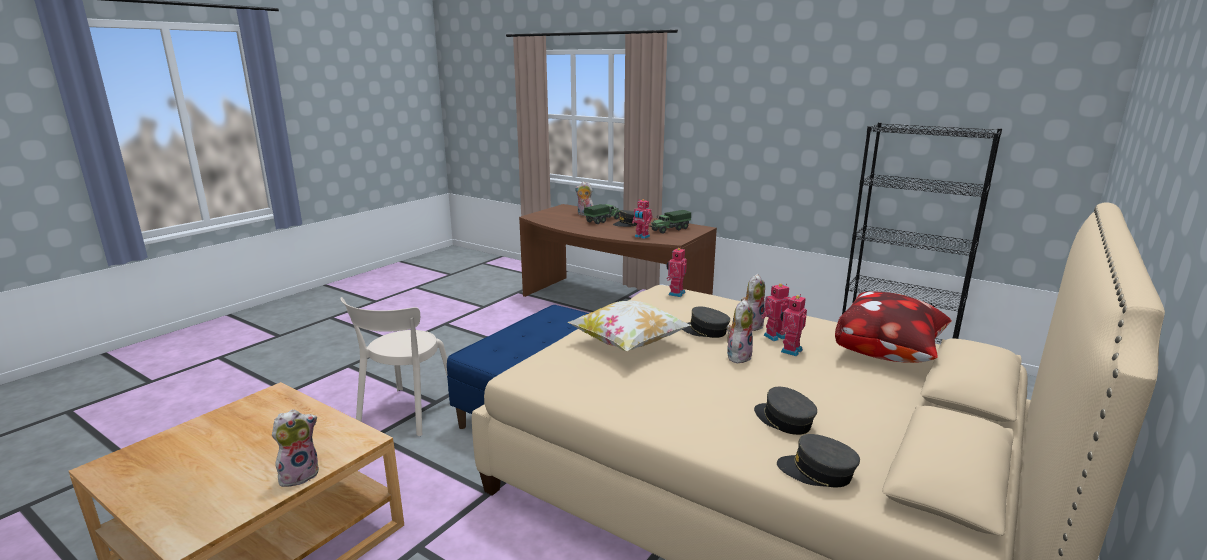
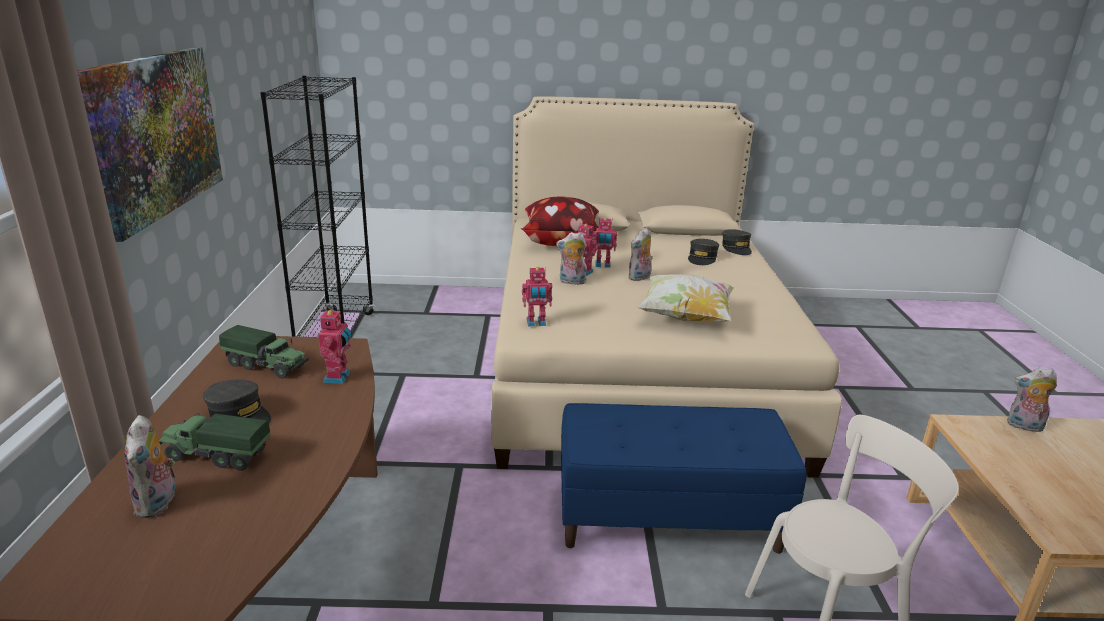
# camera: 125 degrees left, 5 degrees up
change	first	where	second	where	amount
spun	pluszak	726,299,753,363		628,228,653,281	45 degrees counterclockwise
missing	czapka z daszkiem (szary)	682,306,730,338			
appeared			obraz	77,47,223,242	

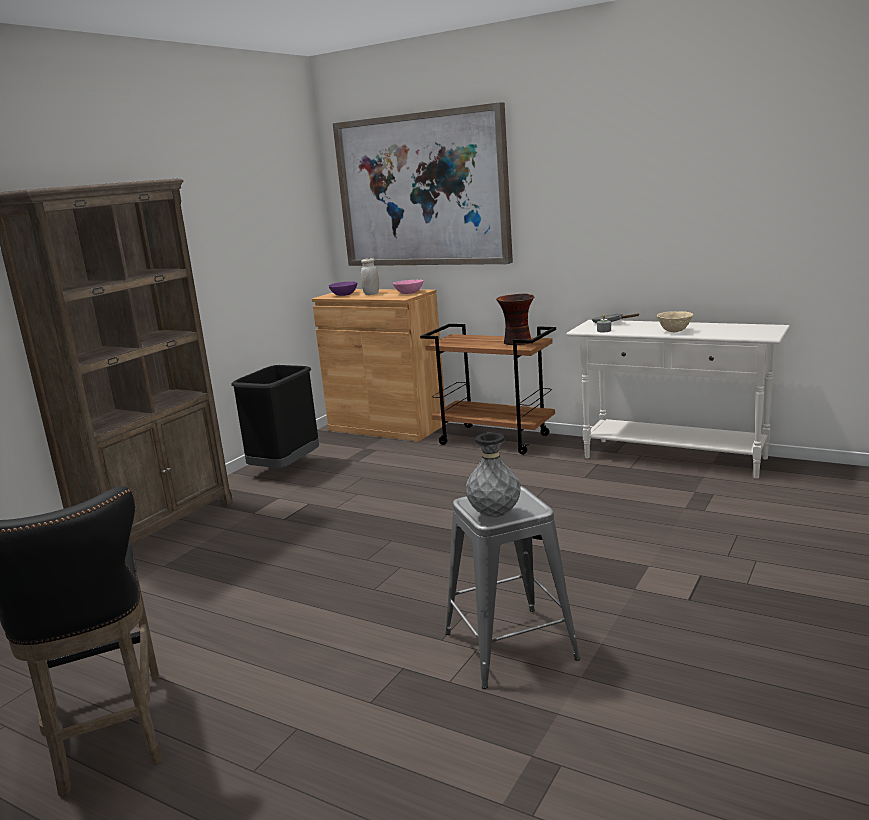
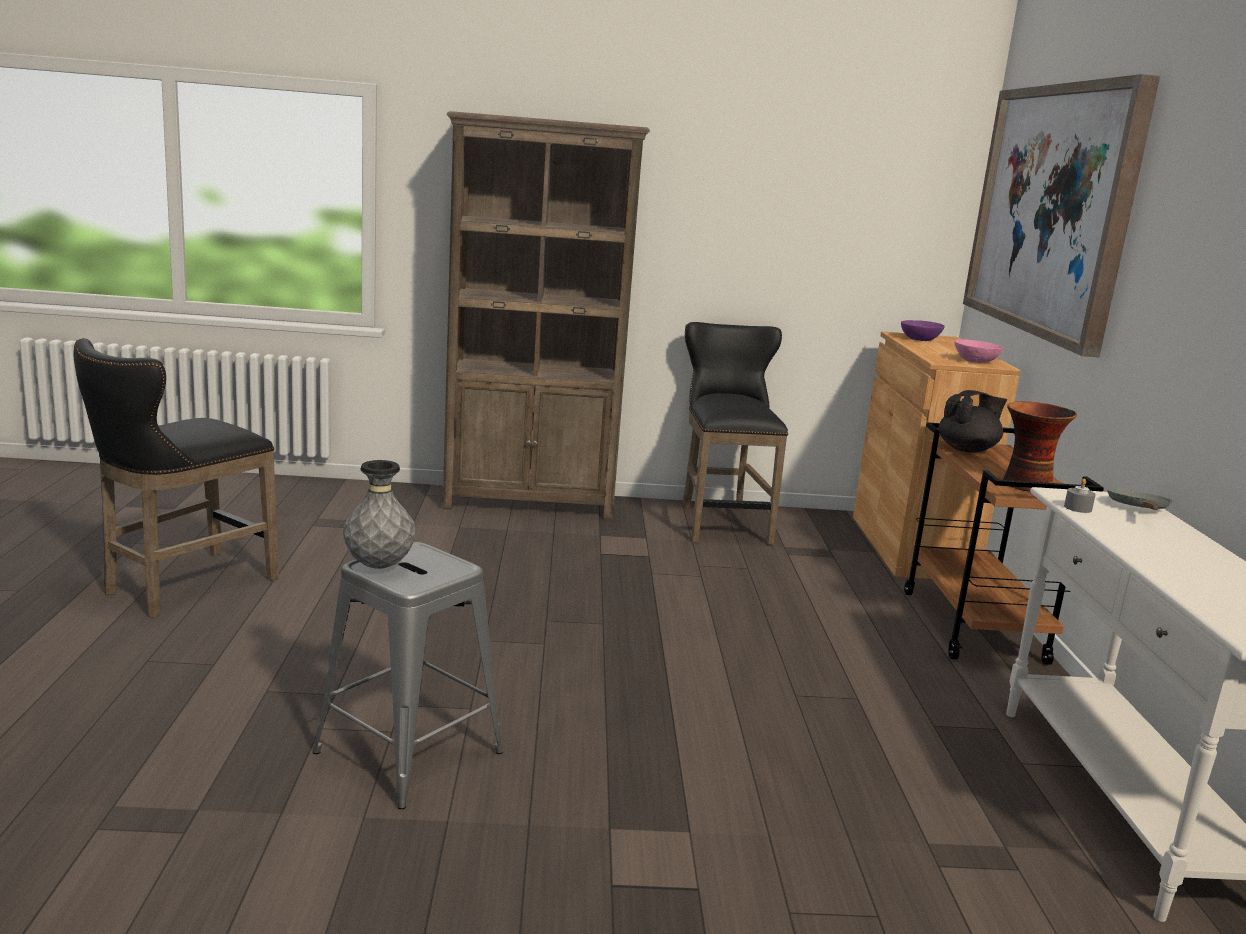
# camera: 55 degrees right, 0 degrees up
change	first	where	second	where	amount
missing	słoik (biały)	361,258,379,295			
missing	miska (beżowy)	657,311,694,332			
exchanged	kosz na śmieci (czarny)	231,365,319,468	stołek (czarny)	682,322,788,545	
appeared			imbryk (czarny)	938,390,1007,453	

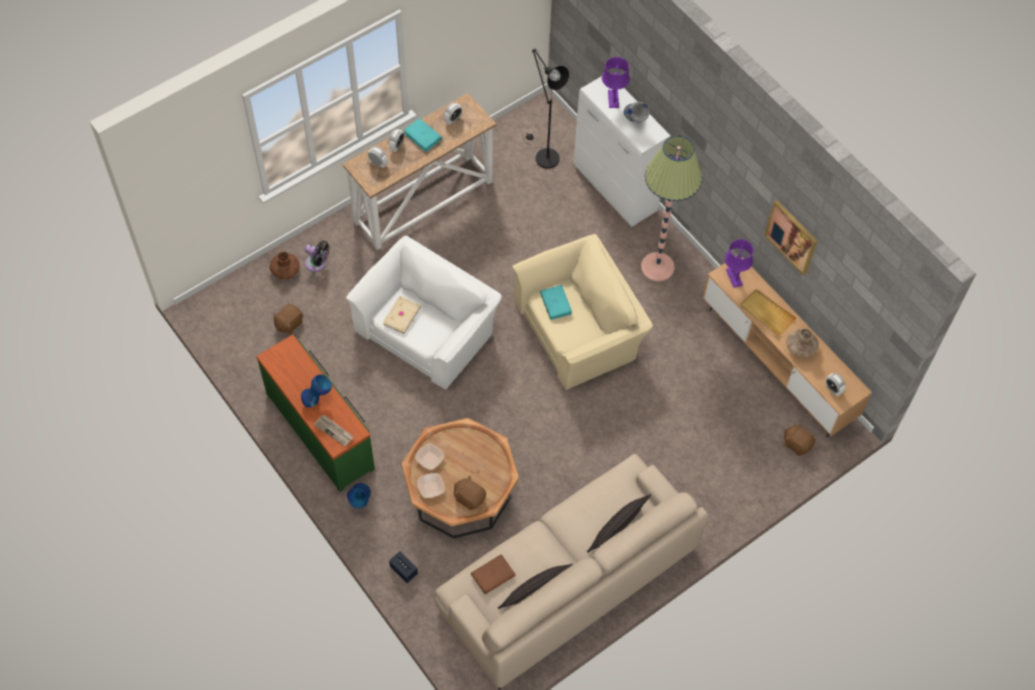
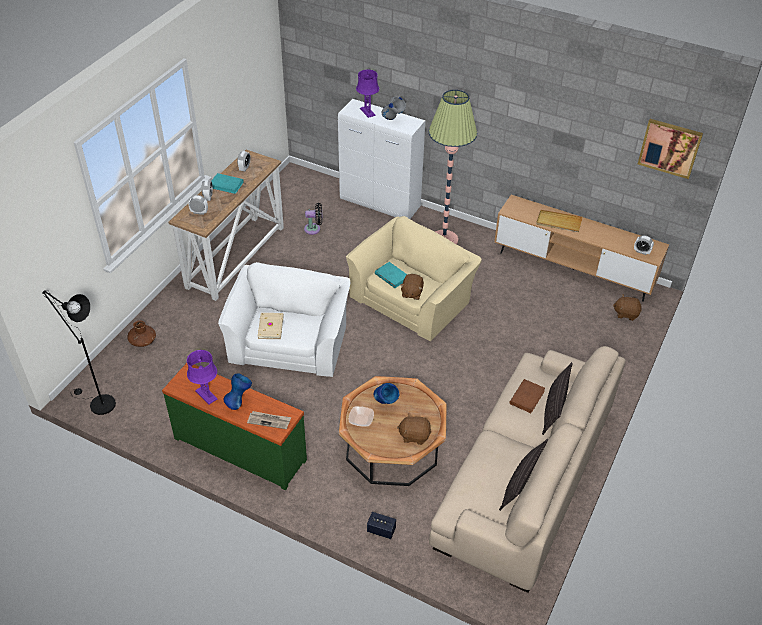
# camera: 25 degrees left, 15 degrees down
change	first	where	second	where	amount
relocated	lampa stojąca (czarny)	523,49,569,168		42,290,116,415	
relocated	obraz	764,200,817,276		638,119,703,179	
relocated	lampa stołowa (fioletowy)	725,239,754,288		187,350,218,404	
relocated	wentylator (czarny)	305,241,329,272		304,203,322,235	
relocated	pluszak (brązowy)	273,304,303,334		400,274,424,300	
missing	wazon (brązowy)	786,328,819,358			
missing	miska	417,473,445,498			
relocated	wazon (niebieski)	347,483,371,509		374,383,399,404	
relocated	książka (brązowy)	471,554,516,594		510,379,545,413	

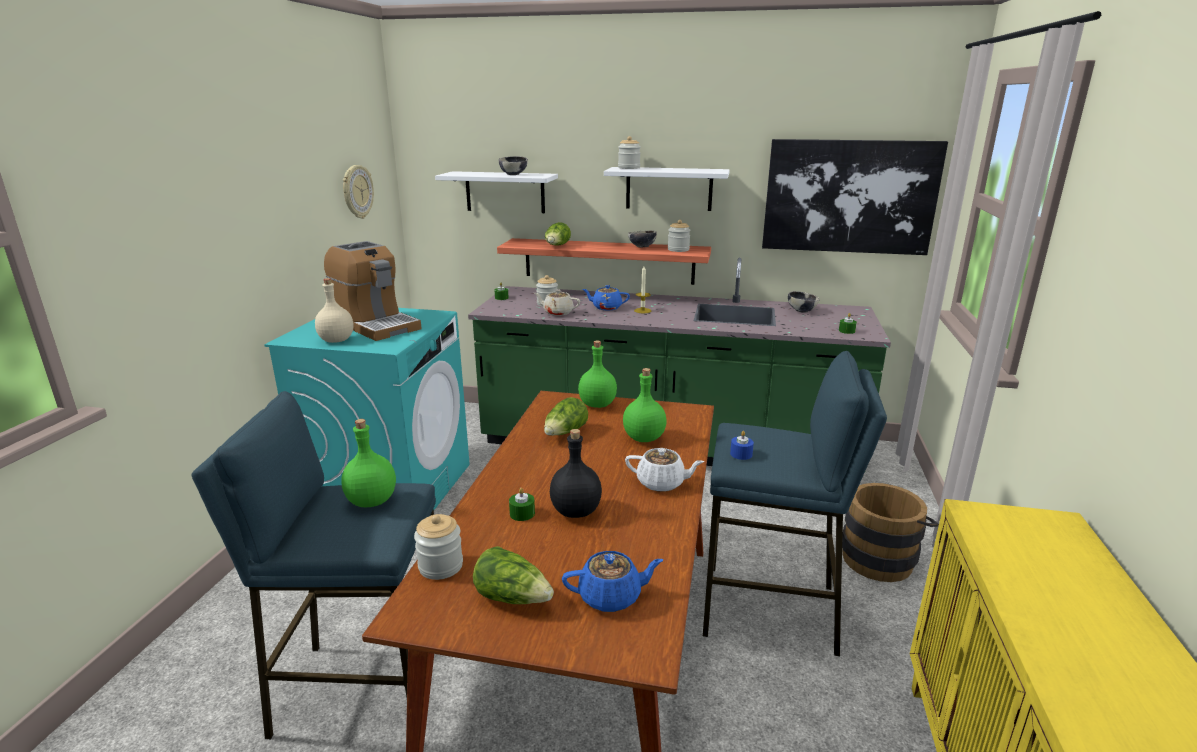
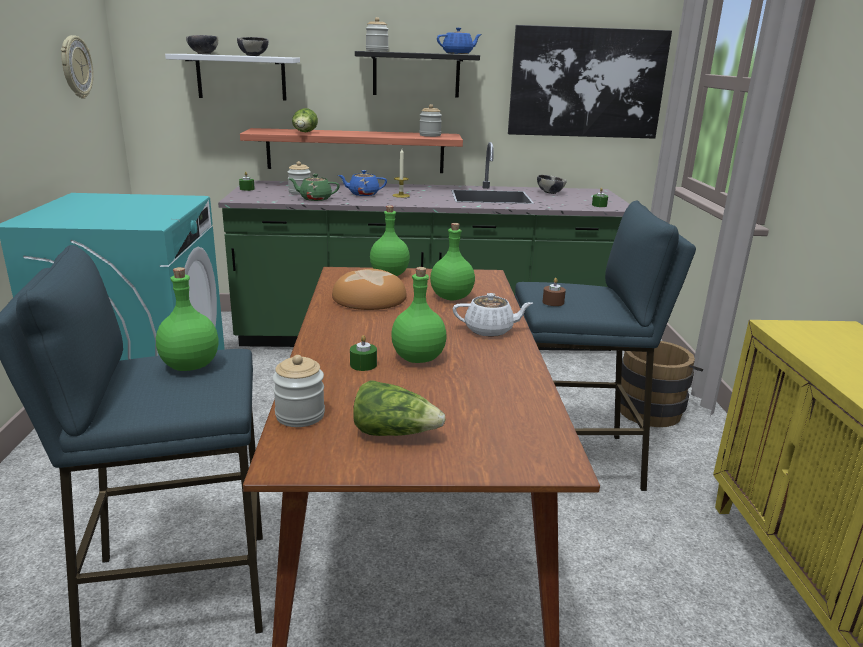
# camera: 15 degrees left, 0 degrees up
change	first	where	second	where	amount
colour	półka (biały)	604,167,729,211	półka (czarny)	355,51,480,98	
relocated	miska	628,230,657,248		186,35,218,54	
missing	ekspres do kawy	324,241,422,341			
missing	butelka (beżowy)	315,278,354,343			
colour	imbryk (beżowy)	534,289,580,316	imbryk (zielony)	288,174,340,201	
exchanged	sałata	544,397,588,436	chleb	332,269,407,310	
colour	butelka (czarny)	550,429,602,518	butelka (zielony)	391,267,447,363	
colour	świeca (niebieski)	730,431,754,460	świeca (brązowy)	543,278,566,306	
relocated	imbryk (niebieski)	562,551,663,612		437,28,482,54	

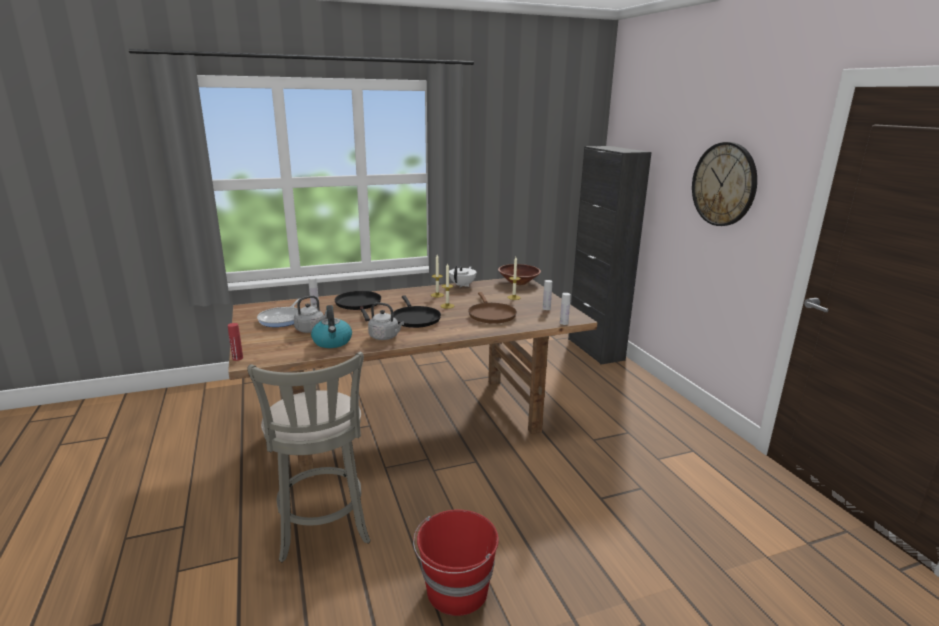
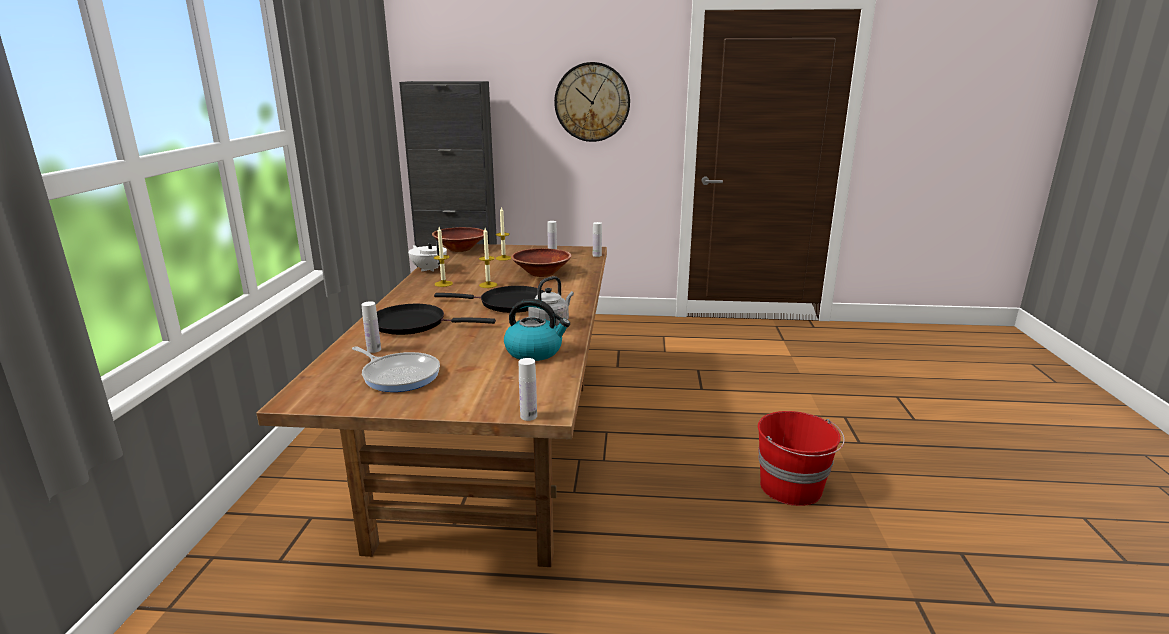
# camera: 65 degrees left, 0 degrees up
change	first	where	second	where	amount
exchanged	patelnia (brązowy)	468,292,517,324	miska (brązowy)	511,248,571,277	
missing	czajnik (szary)	294,295,327,333			
colour	butelka (czerwony)	228,323,243,361	butelka (biały)	519,358,537,421	
missing	stołek (szary)	247,352,371,562			

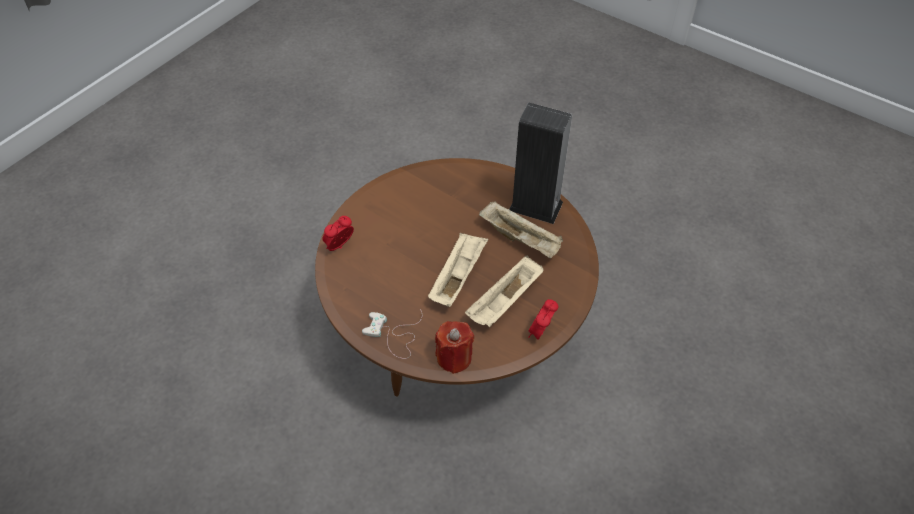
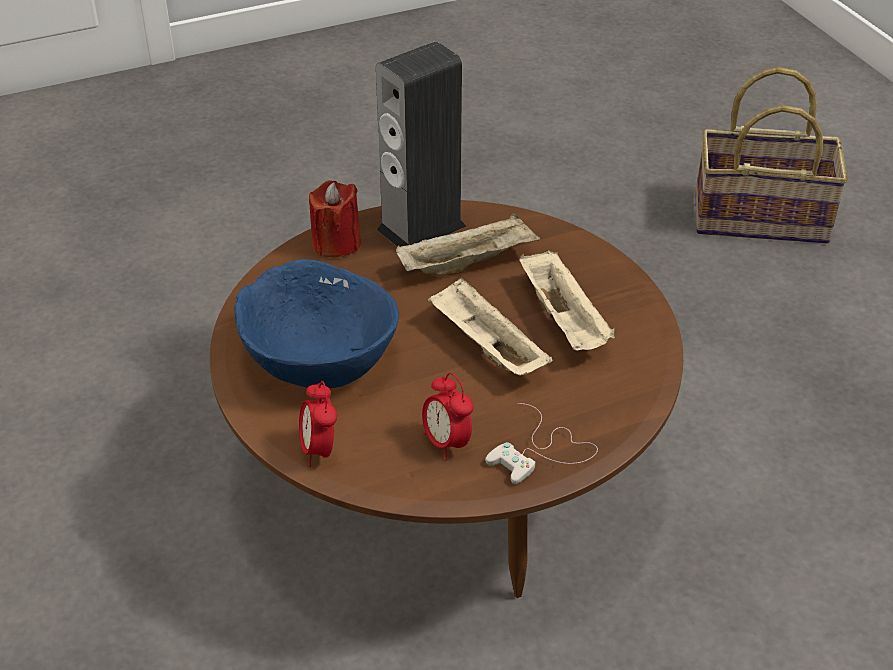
# camera: 60 degrees left, 10 degrees down
change	first	where	second	where	amount
relocated	budzik	528,299,558,340		422,373,474,460	
relocated	świeca (czerwony)	435,321,474,374		309,180,361,257	
appeared			koszyk	695,67,848,244	
appeared			miska (niebieski)	235,259,399,389	

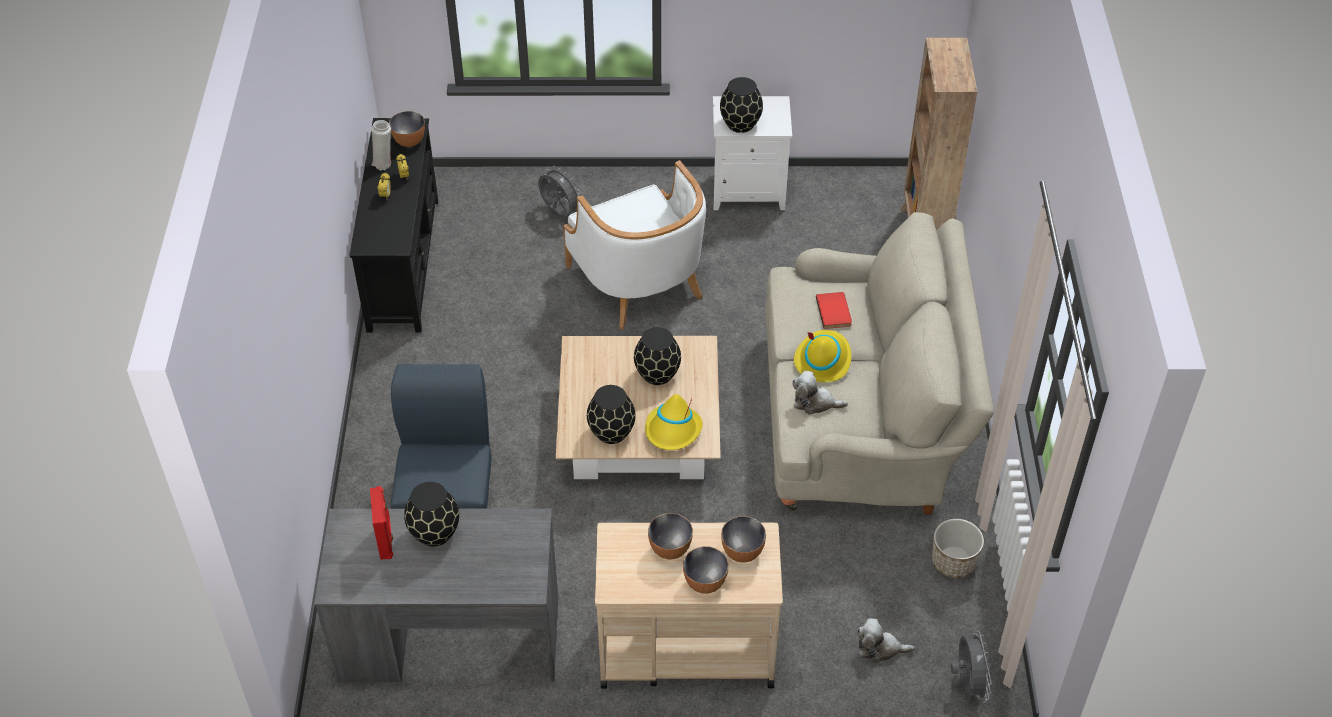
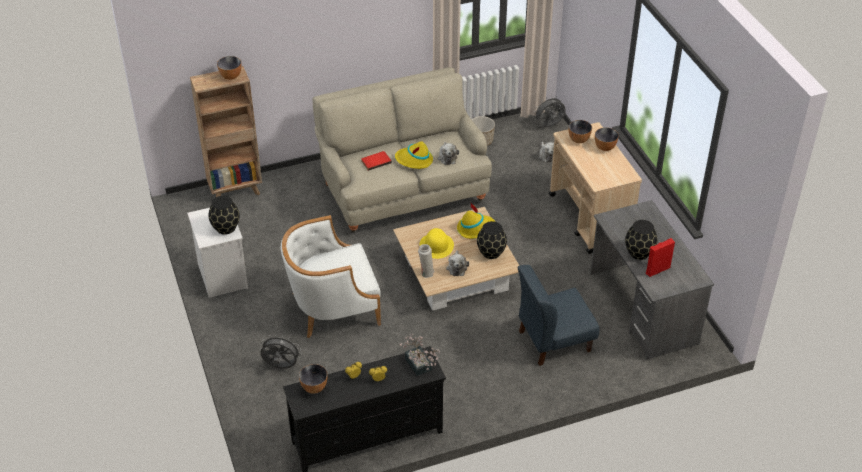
# camera: 110 degrees left, 5 degrees down
change	first	where	second	where	amount
relocated	wazon (biały)	371,120,391,171		418,244,435,278	
spun	fotel (biały)	563,160,706,330		281,215,381,338	150 degrees counterclockwise
spun	wentylator (szary)	538,166,581,218		260,334,302,369	75 degrees clockwise
exchanged	wazon (czarny)	634,327,681,385	kapelusz (żółty)	420,228,454,259	
relocated	miska	648,513,693,559		217,56,241,80	
appeared			pluszak	446,250,469,276	
appeared			roślina doniczkowa	400,334,441,376	

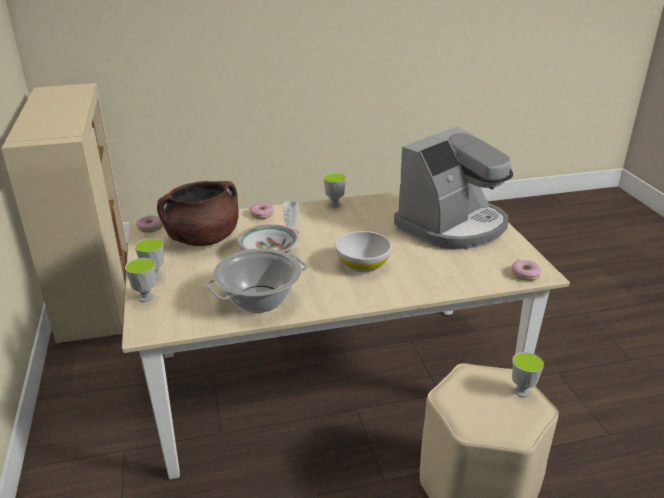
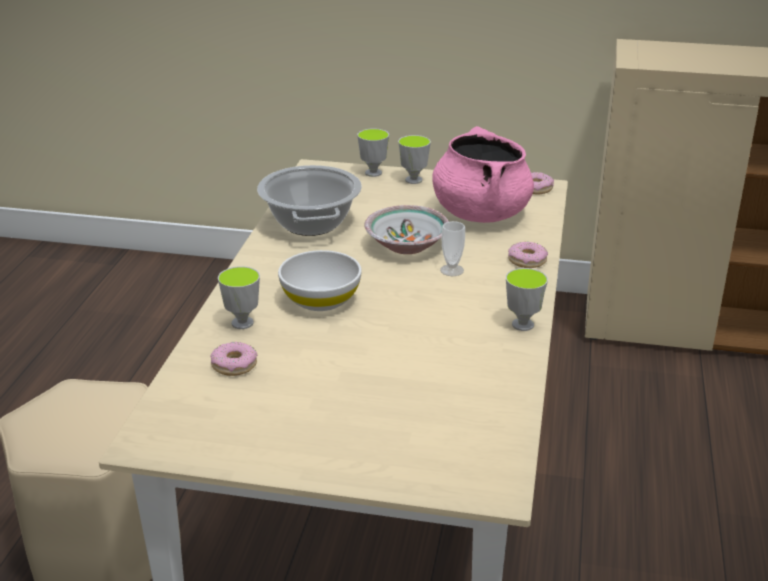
# camera: 115 degrees right, 0 degrees up
change	first	where	second	where	amount
missing	ekspres do kawy	394,126,513,250			
colour	garnek (brązowy)	157,181,239,246	garnek (różowy)	432,126,534,223	
relocated	donut	511,260,541,281		211,342,257,376	
relocated	filiżanka	512,352,544,398		218,266,260,329	

